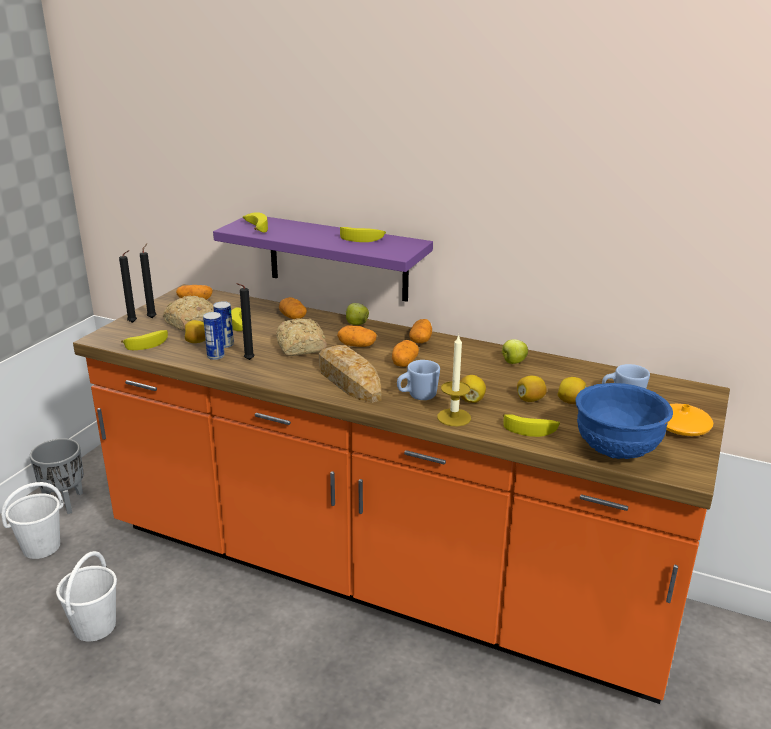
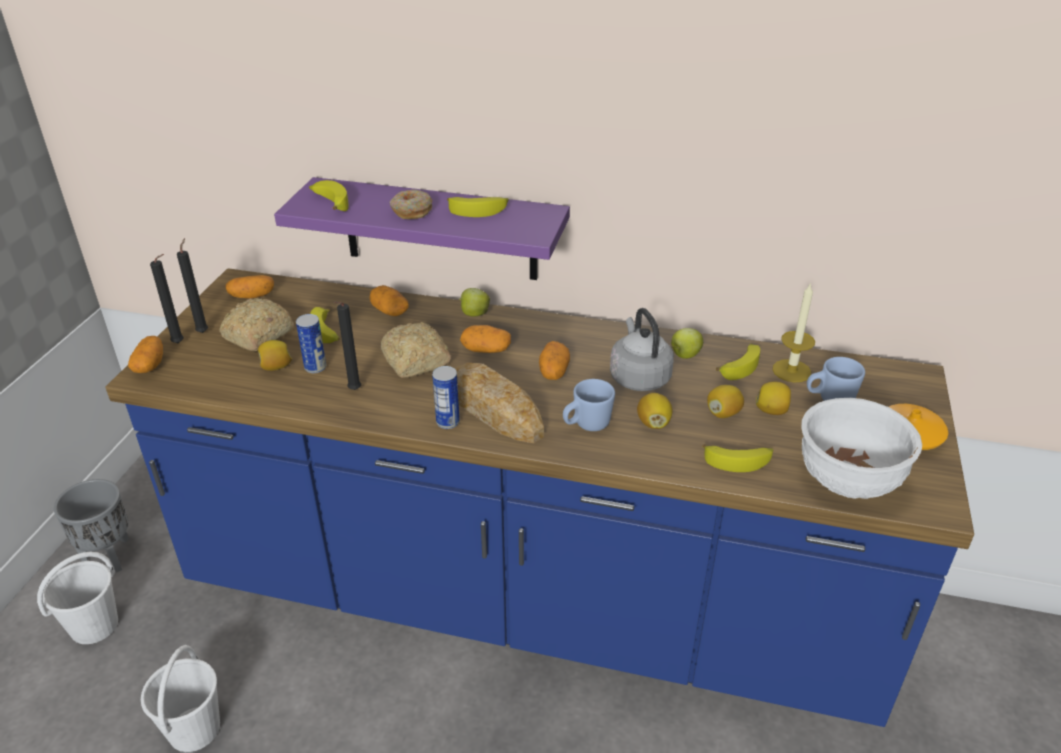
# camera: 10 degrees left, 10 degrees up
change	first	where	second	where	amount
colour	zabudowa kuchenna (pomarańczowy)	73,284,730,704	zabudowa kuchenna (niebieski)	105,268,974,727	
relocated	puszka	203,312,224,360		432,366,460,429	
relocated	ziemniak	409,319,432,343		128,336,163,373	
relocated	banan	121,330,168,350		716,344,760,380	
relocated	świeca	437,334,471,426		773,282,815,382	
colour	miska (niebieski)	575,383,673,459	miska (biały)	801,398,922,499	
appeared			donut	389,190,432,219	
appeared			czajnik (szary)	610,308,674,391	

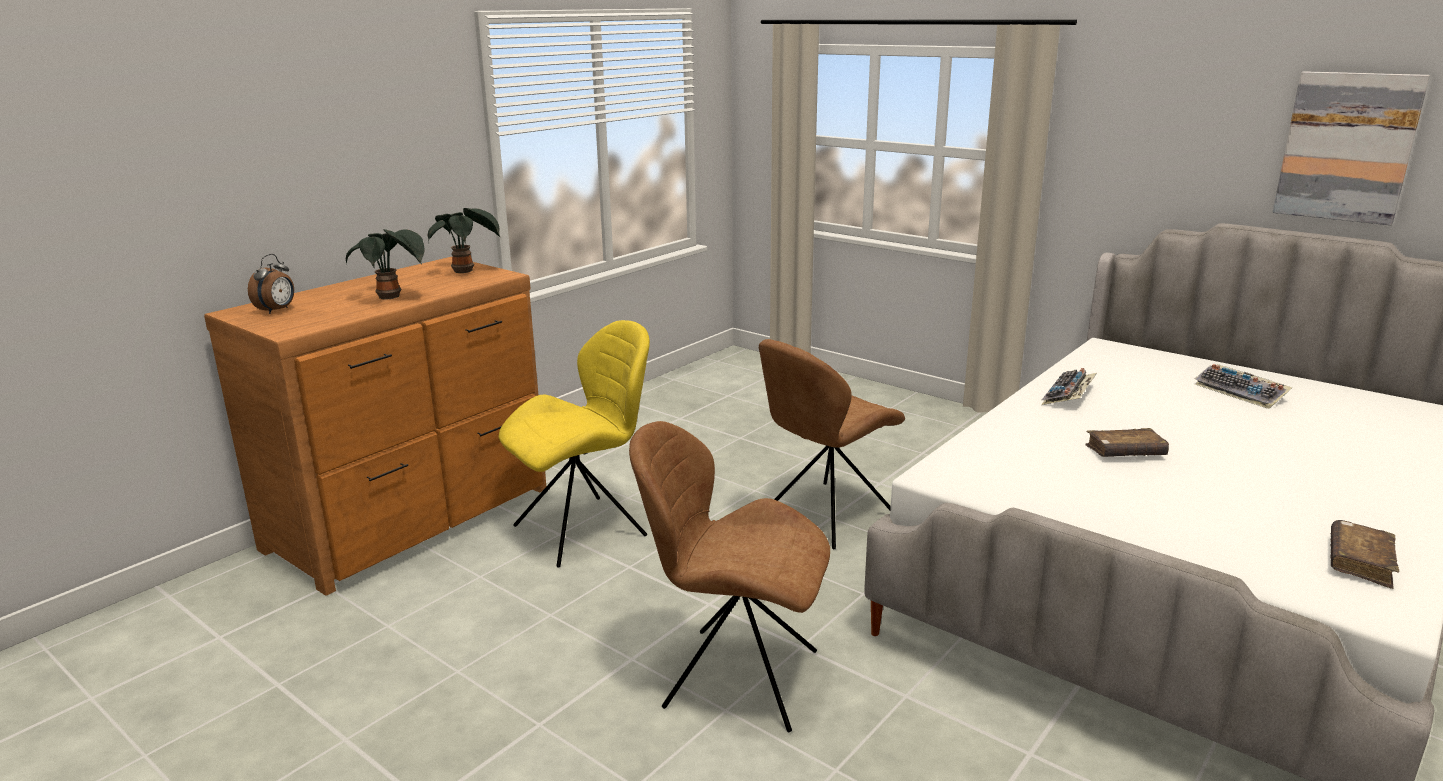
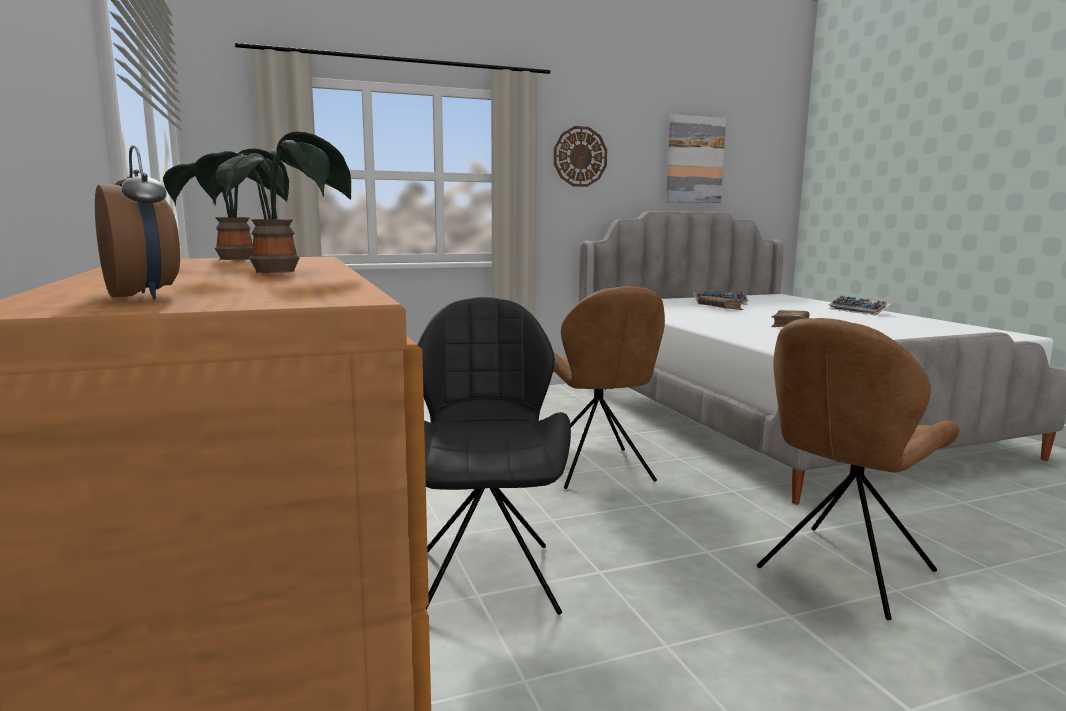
# camera: 60 degrees left, 10 degrees down
change	first	where	second	where	amount
colour	krzesło (żółty)	499,320,650,568	krzesło (czarny)	418,297,571,615	
relocated	klawiatura	1041,368,1097,405		829,296,891,315	
relocated	książka (brązowy)	1330,520,1400,589		698,296,744,310	
appeared			zegar ścienny	554,126,607,187	

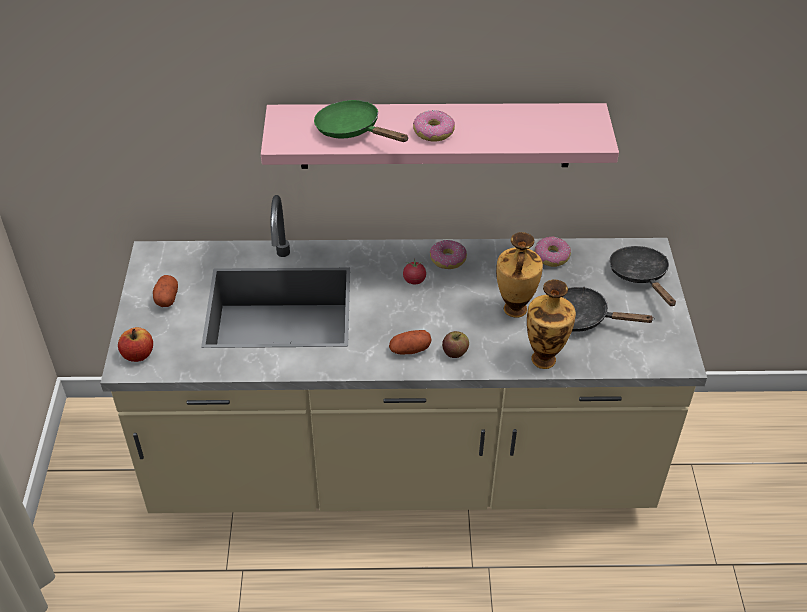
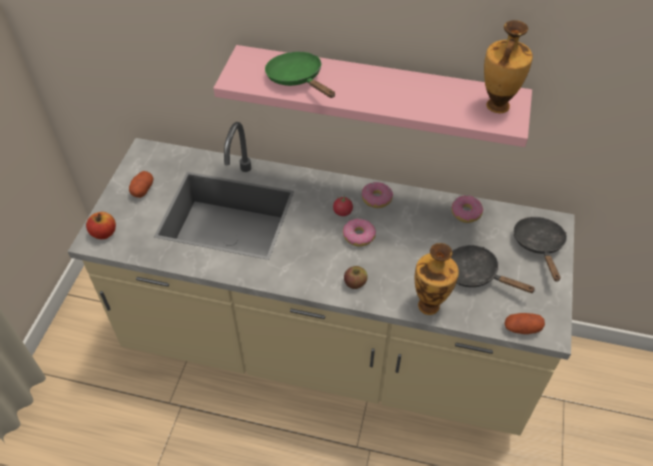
# camera: 15 degrees right, 5 degrees up
change	first	where	second	where	amount
relocated	donut	413,110,455,142		343,218,376,247	
relocated	wazon	496,232,543,317		484,20,533,113	
relocated	ziemniak	389,330,432,355		504,313,545,334	

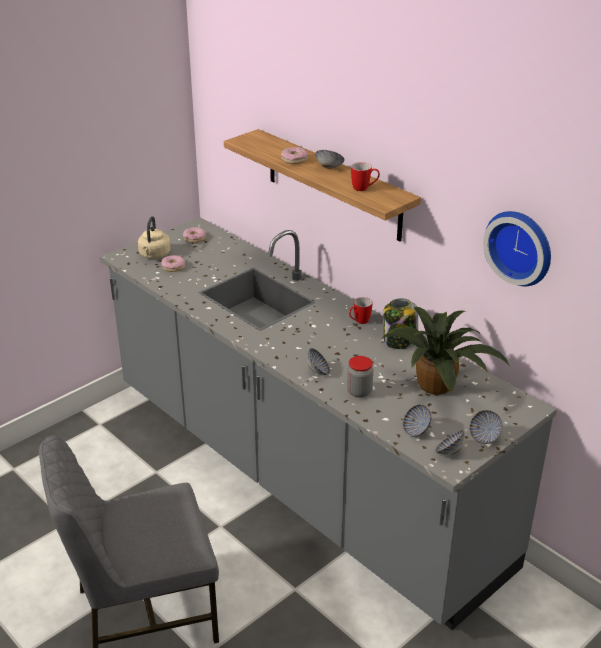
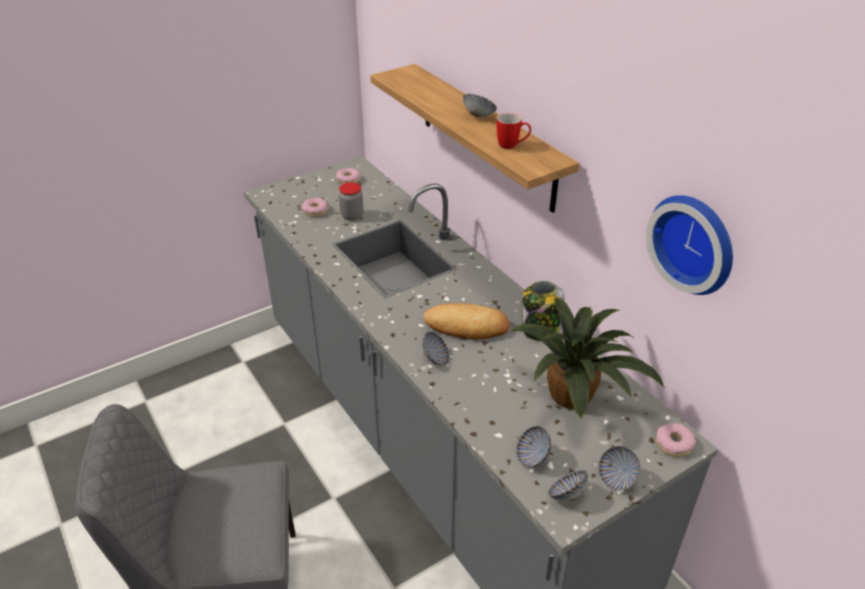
# camera: 10 degrees right, 5 degrees up
change	first	where	second	where	amount
relocated	donut	281,147,308,164		656,423,696,457	
missing	czajnik (beżowy)	138,216,171,259			
missing	kubek	349,297,373,324			
relocated	słoik	347,356,373,398		339,182,363,221	
appeared			chleb	423,303,510,340	

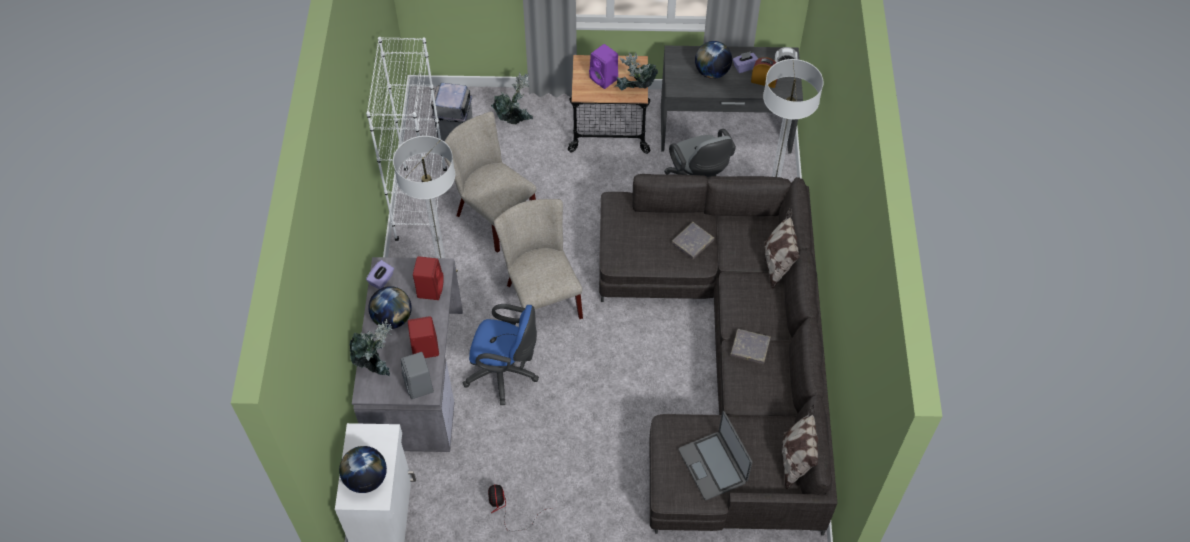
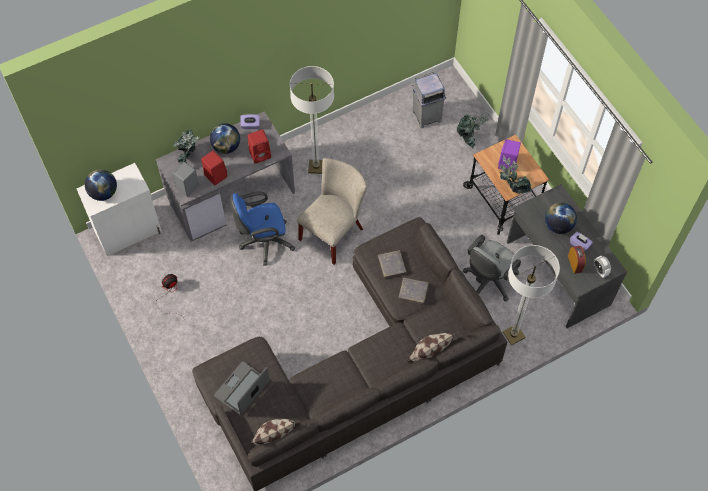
# camera: 60 degrees right, 5 degrees up
change	first	where	second	where	amount
missing	regał (biały)	366,37,447,241			
missing	krzesło (beżowy)	444,111,536,253			
spun	krzesło biurowe (niebieski)	463,304,539,405		231,191,295,266	90 degrees clockwise
relocated	książka (szary)	730,329,771,364		378,250,406,279	

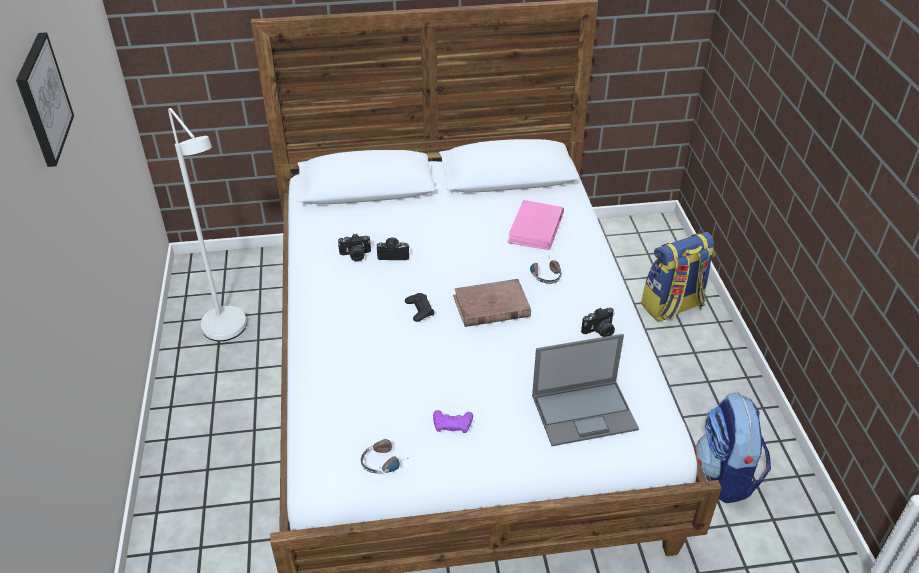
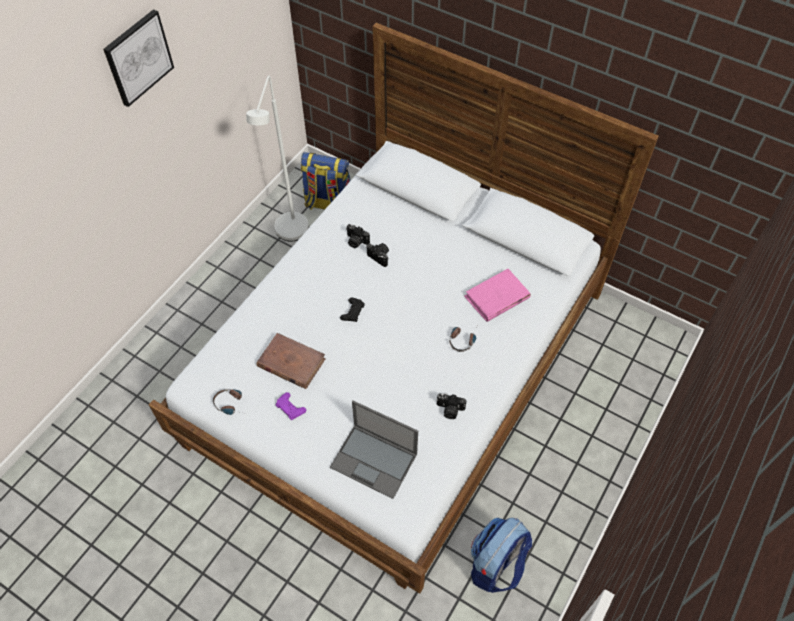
# camera: 40 degrees right, 15 degrees up
change	first	where	second	where	amount
relocated	plecak	641,232,715,322		301,152,351,210	
relocated	książka (brązowy)	453,279,531,327		256,333,326,389	

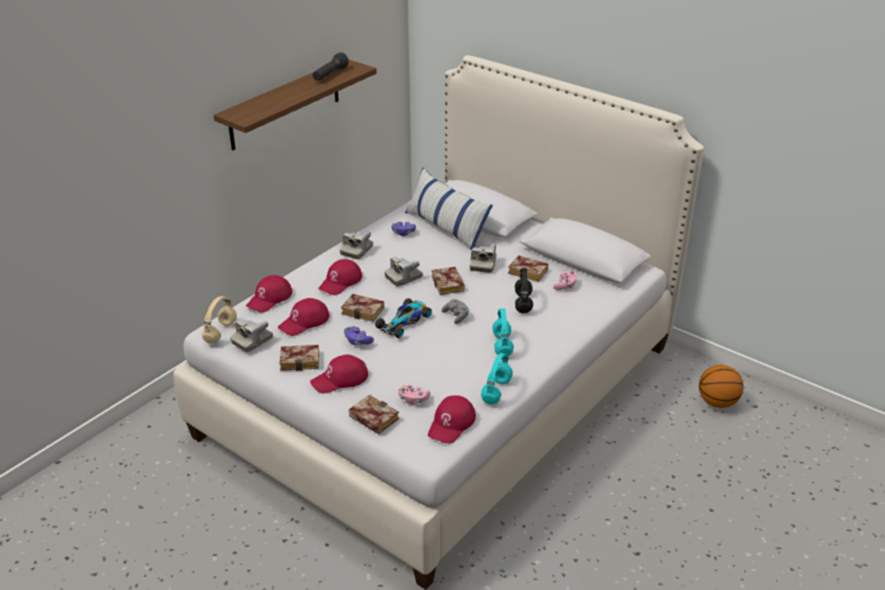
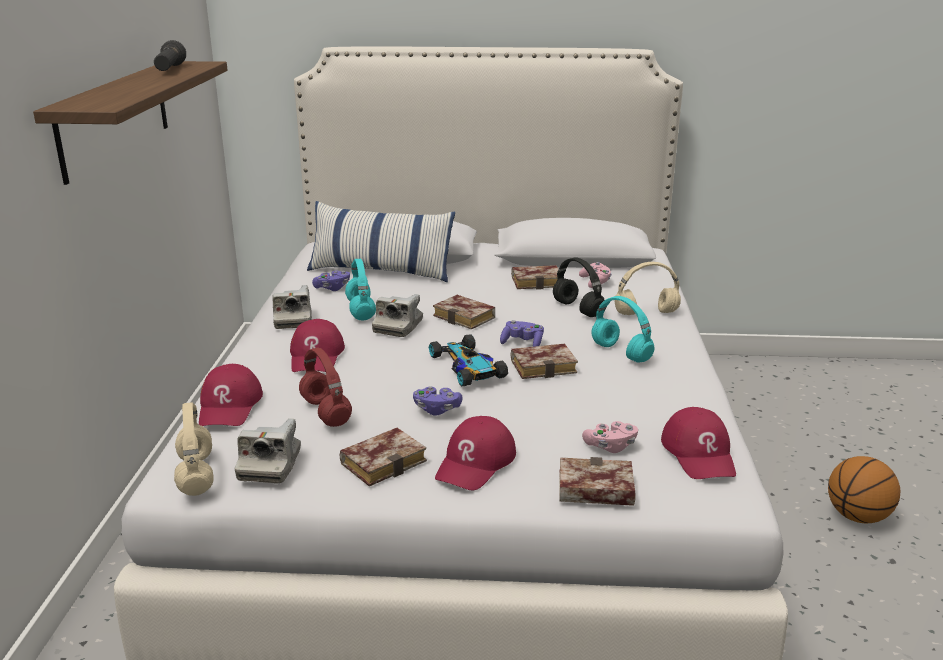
# camera: 35 degrees left, 10 degrees down
change	first	where	second	where	amount
missing	aparat fotograficzny	470,243,496,273			
relocated	książka	341,294,384,322		511,344,578,379	
exchanged	czapka z daszkiem (czerwony)	278,298,330,336	słuchawki (czerwony)	299,348,352,427	
spun	samochodzik	375,298,432,338		429,334,508,386	150 degrees clockwise
colour	pad do gier (szary)	442,299,469,324	pad do gier (fioletowy)	500,320,544,347	
relocated	słuchawki (turkusowy)	481,353,513,405		345,259,376,320	
relocated	piłka do koszykówki	699,365,743,408		828,456,900,523	
appeared			słuchawki (beżowy)	614,262,681,315	

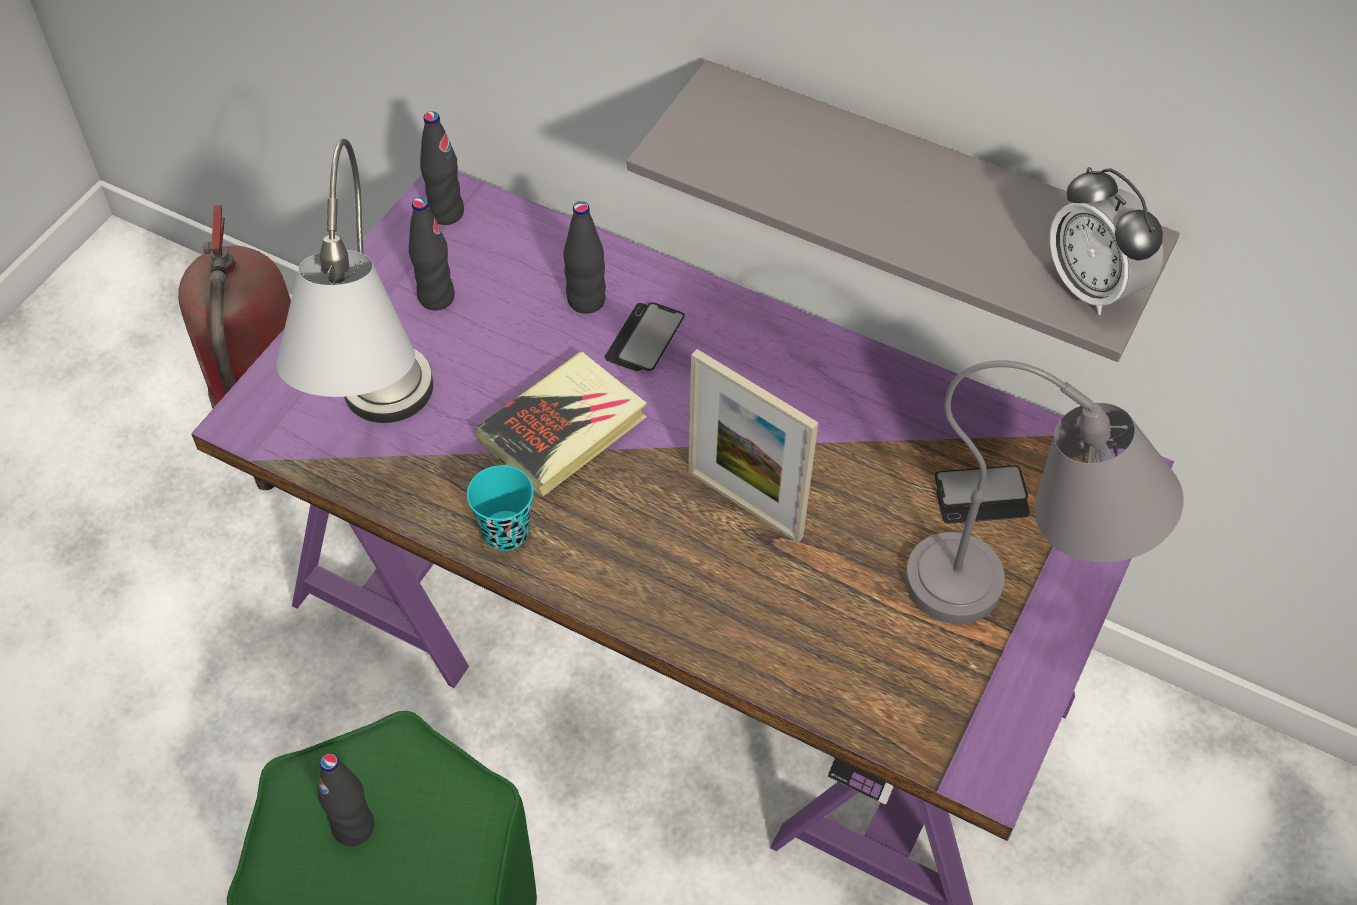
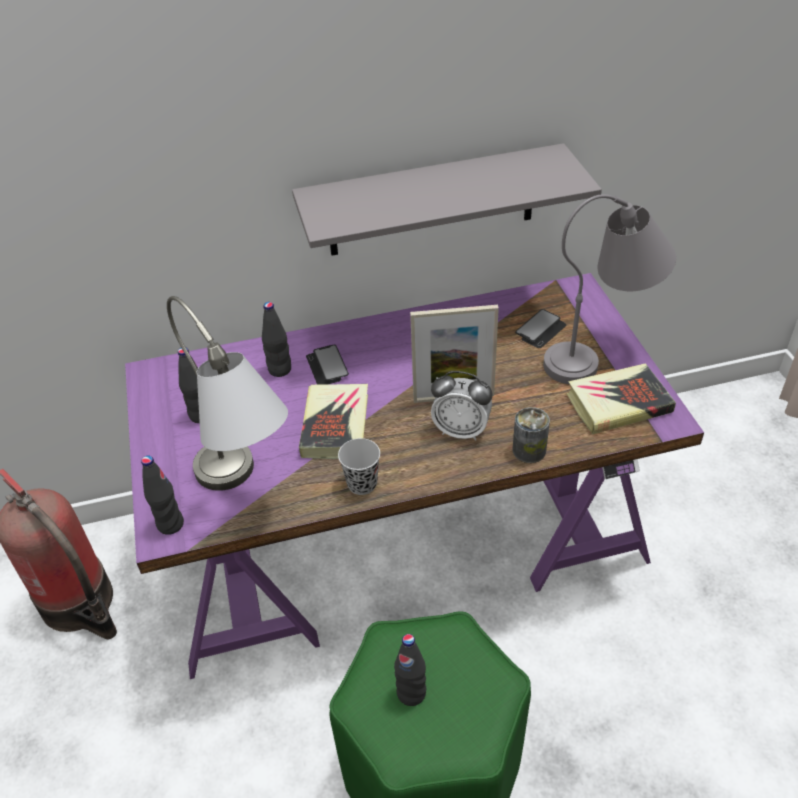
# camera: 40 degrees left, 10 degrees down
change	first	where	second	where	amount
relocated	butelka (czarny)	420,111,464,225		141,455,184,535	
relocated	budzik	1050,167,1163,315		431,371,492,441	
colour	filiżanka (turkusowy)	467,465,534,551	filiżanka (czarny)	338,438,380,495	
appeared			książka	567,363,676,435	
appeared			puszka	513,407,550,463	

